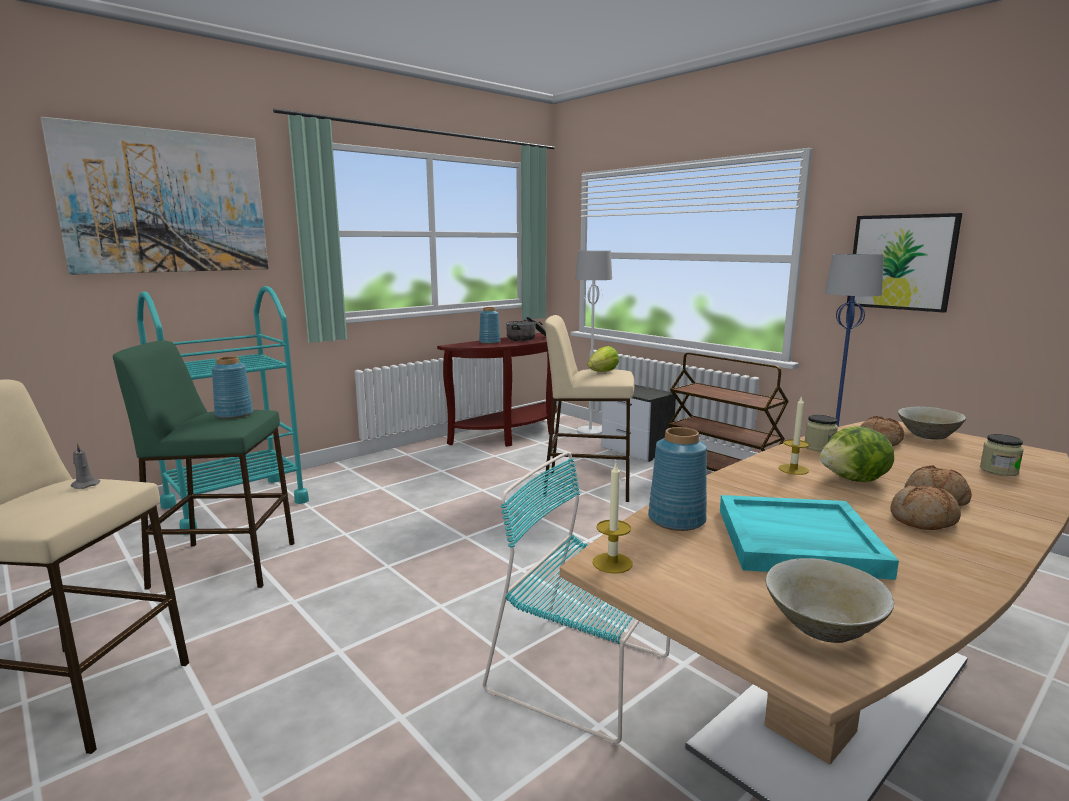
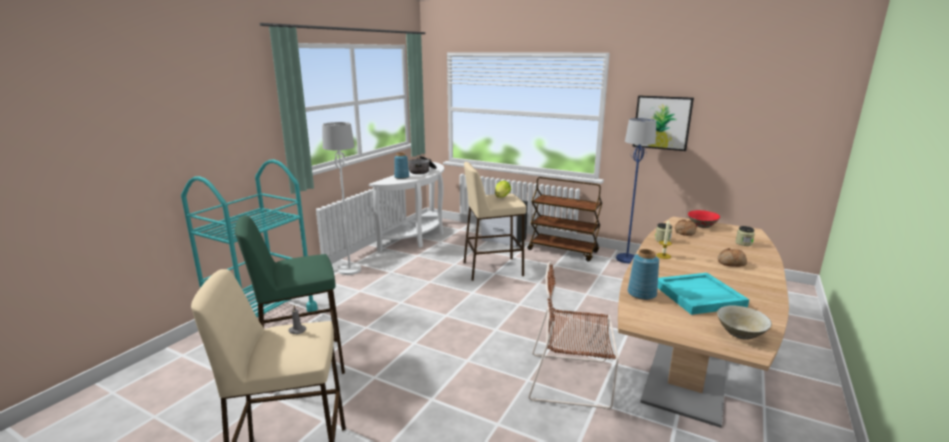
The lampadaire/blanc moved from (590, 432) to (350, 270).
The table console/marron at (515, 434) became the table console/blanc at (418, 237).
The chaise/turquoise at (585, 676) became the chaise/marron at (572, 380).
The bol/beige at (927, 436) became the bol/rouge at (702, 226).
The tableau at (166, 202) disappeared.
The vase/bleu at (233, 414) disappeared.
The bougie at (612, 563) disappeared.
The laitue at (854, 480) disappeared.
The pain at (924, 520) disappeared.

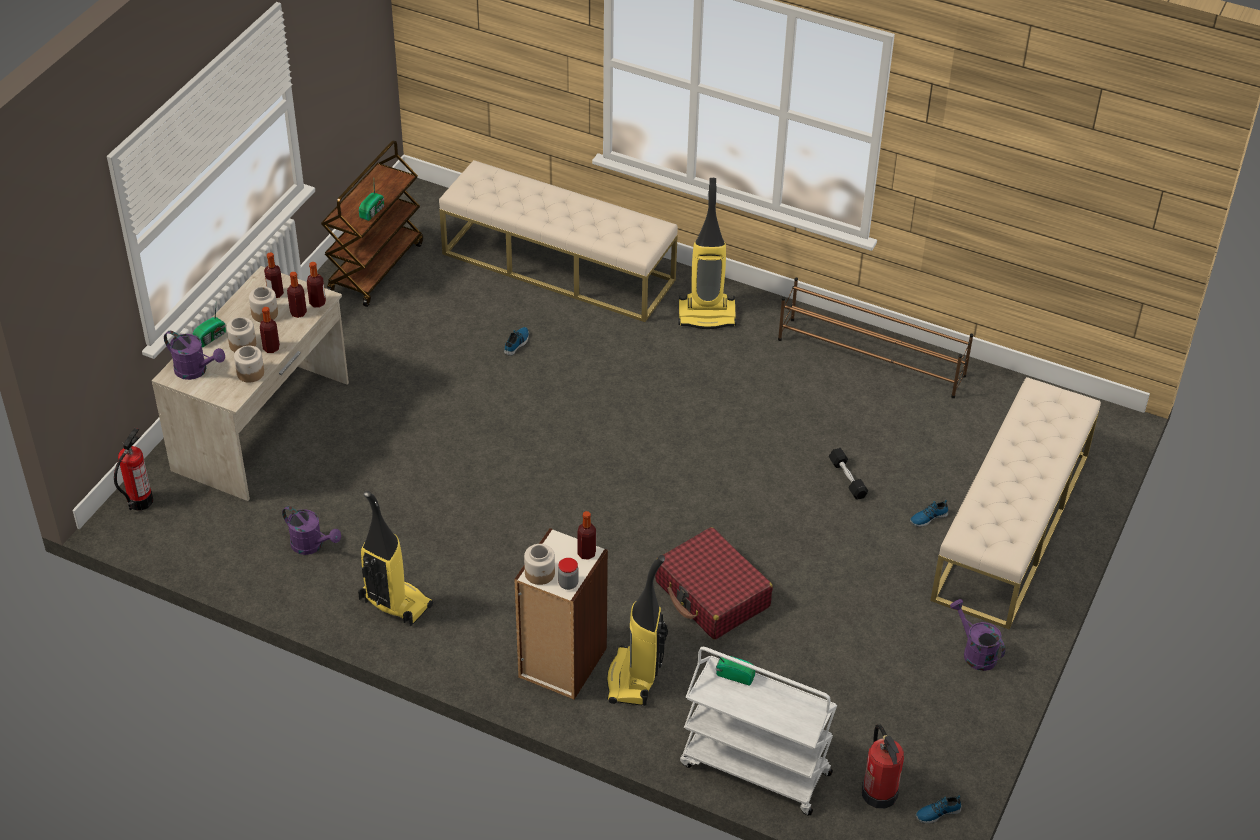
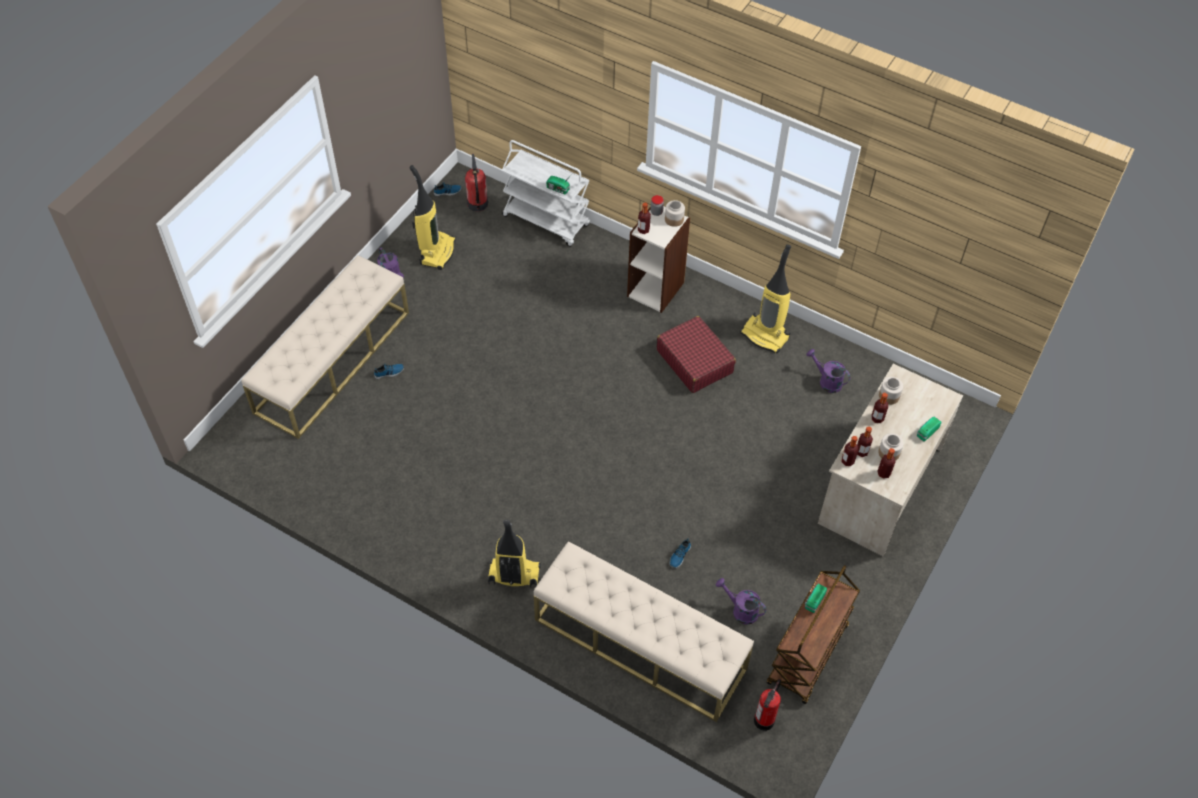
The aspirateur moved from (634, 679) to (436, 252).
The valise/rouge moved from (712, 594) to (694, 361).
The arrosoir/violet moved from (196, 371) to (740, 610).
The extincteur moved from (140, 501) to (764, 720).
The bocal at (243, 344) disappeared.
The étagère à chaussures/marron at (871, 358) disappeared.
The haltère/noir at (847, 479) disappeared.

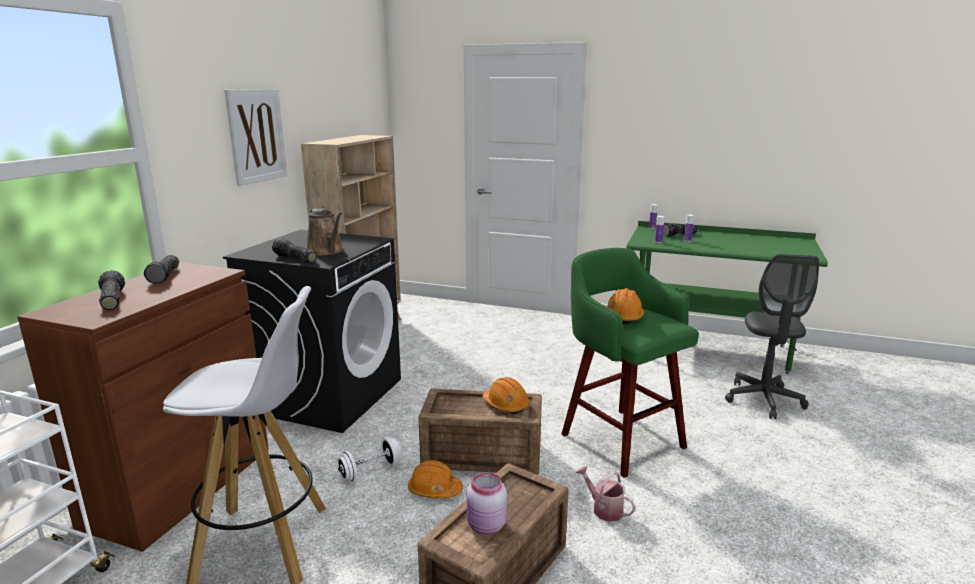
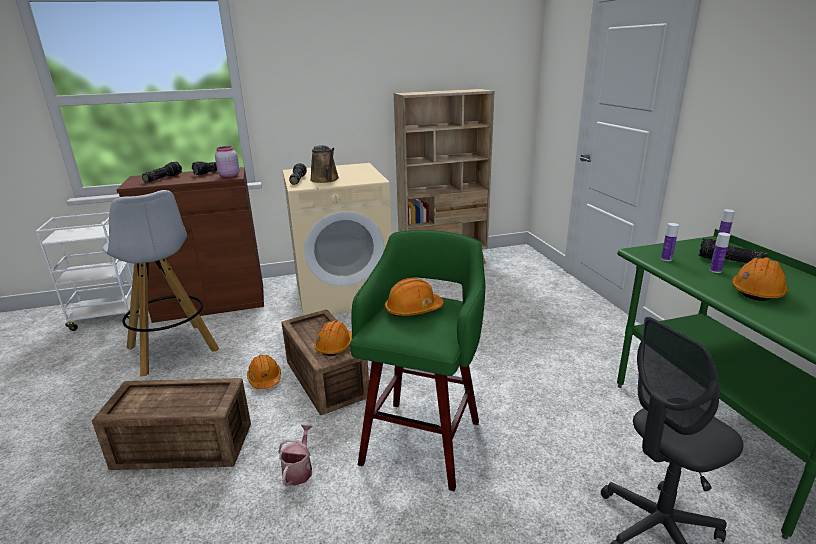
The bocal/rose moved from (486, 526) to (228, 176).
The lave-linge/noir at (328, 395) became the lave-linge/beige at (343, 292).
The arrosoir/marron at (326, 251) turned 45 degrees counterclockwise.
The casque de chantier/orange at (757, 291) appeared.
The tableau at (256, 136) disappeared.
The haltère/blanc at (370, 471) disappeared.

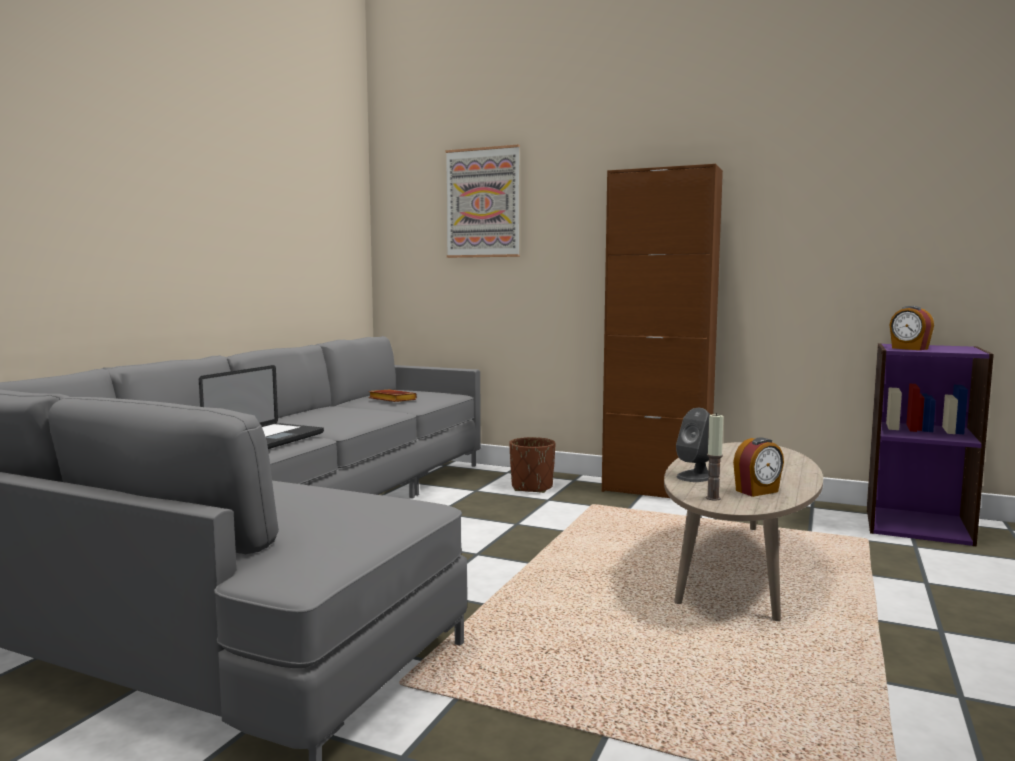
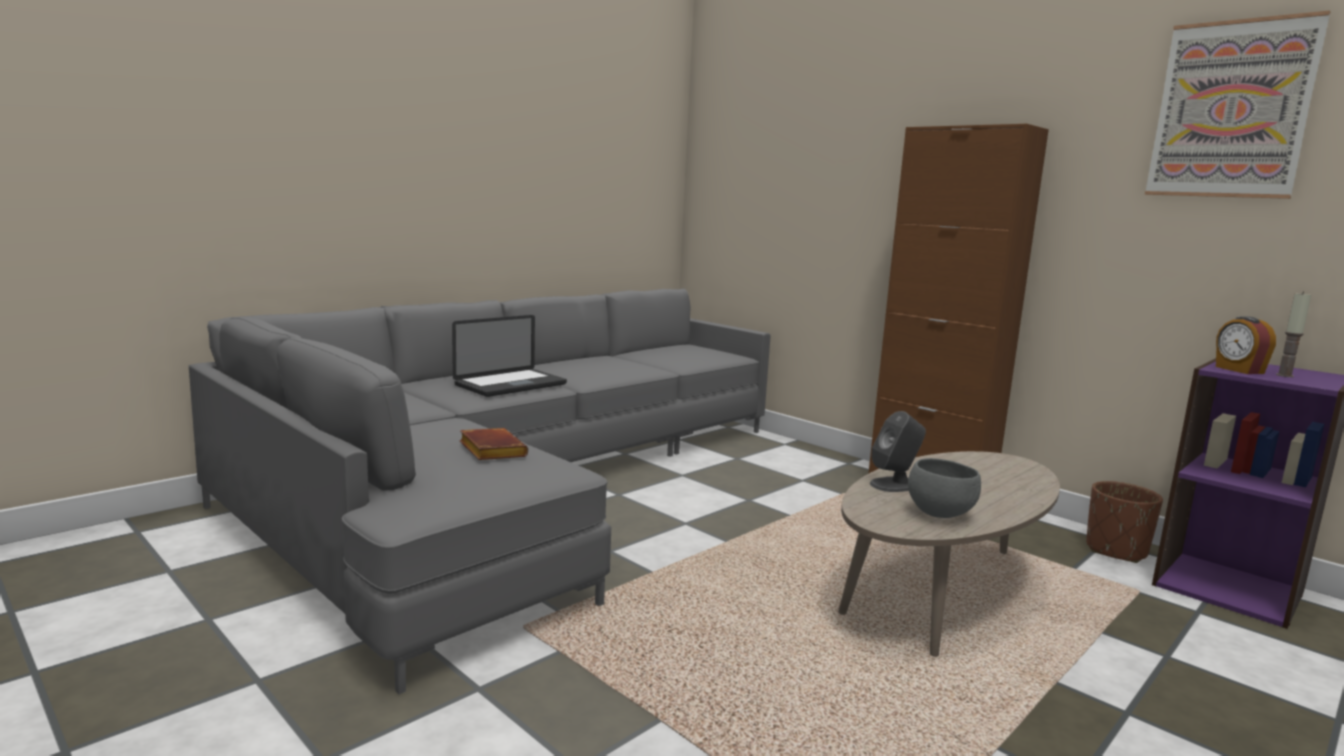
The livre/marron moved from (390, 400) to (490, 450).
The réveil at (757, 491) was replaced by the bol/gris at (940, 513).
The cache-pot/marron moved from (531, 487) to (1115, 550).
The tableau moved from (483, 203) to (1231, 110).
The bougie moved from (713, 498) to (1284, 375).

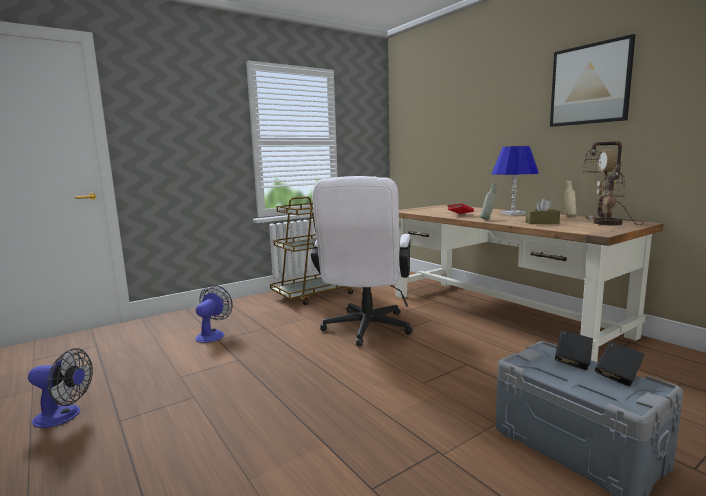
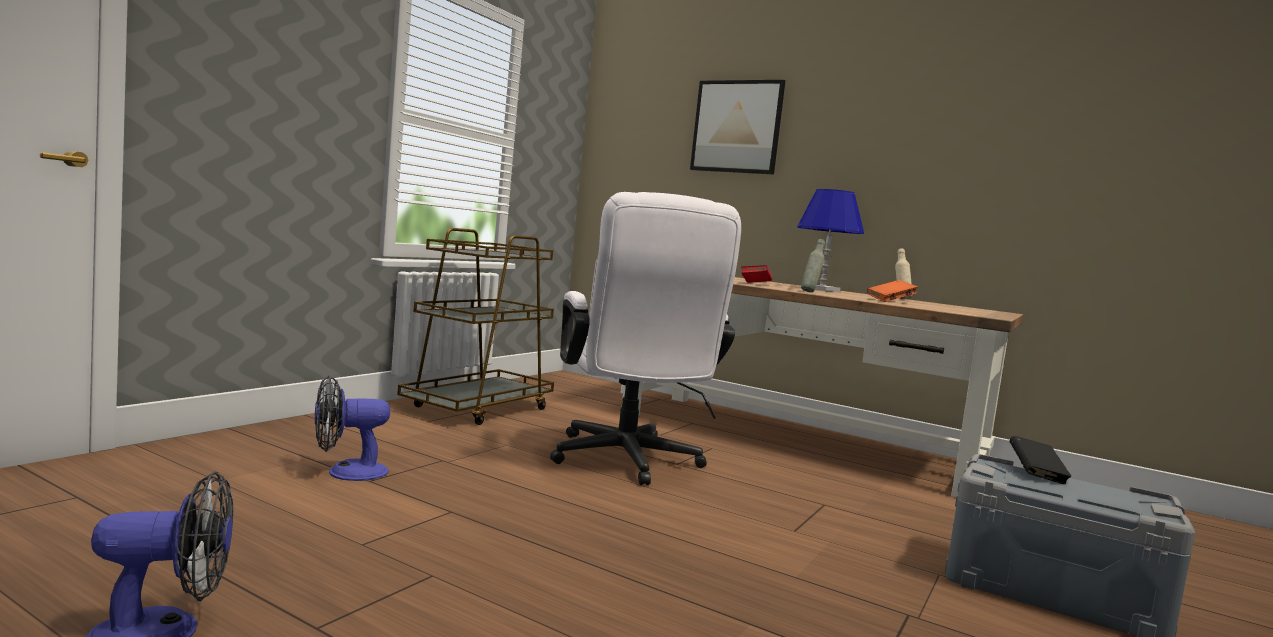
The ventilateur at (212, 334) turned 105 degrees counterclockwise.
The tableau moved from (590, 84) to (737, 127).
The boîte à mouchoirs/marron at (542, 222) was replaced by the livre/orange at (890, 301).
The lampe de table at (607, 224) disappeared.
The livre/noir at (618, 374) disappeared.

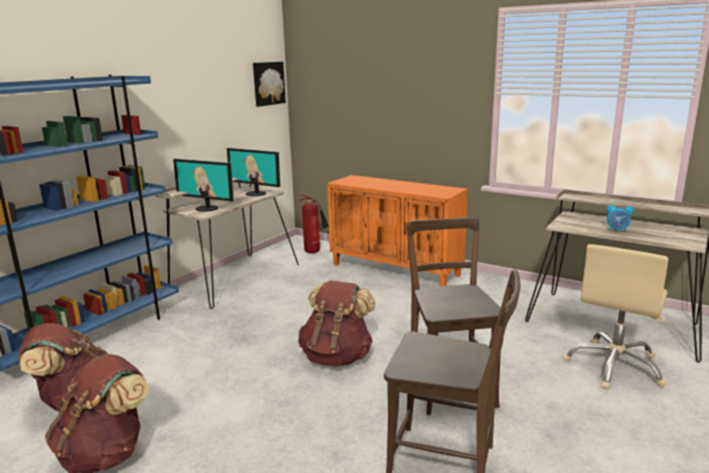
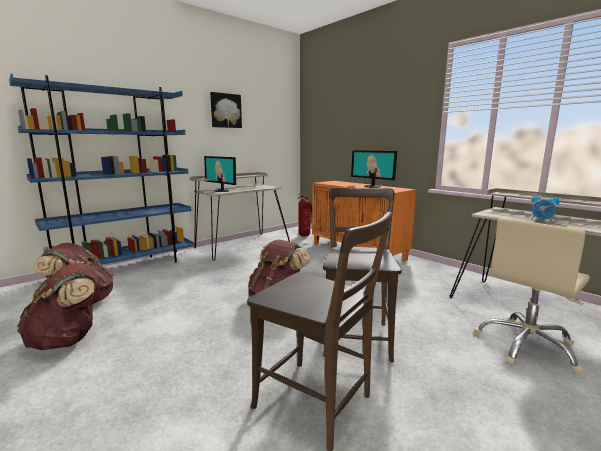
The tableau moved from (268, 83) to (225, 110).
The écran d'ordinateur moved from (256, 193) to (372, 186).

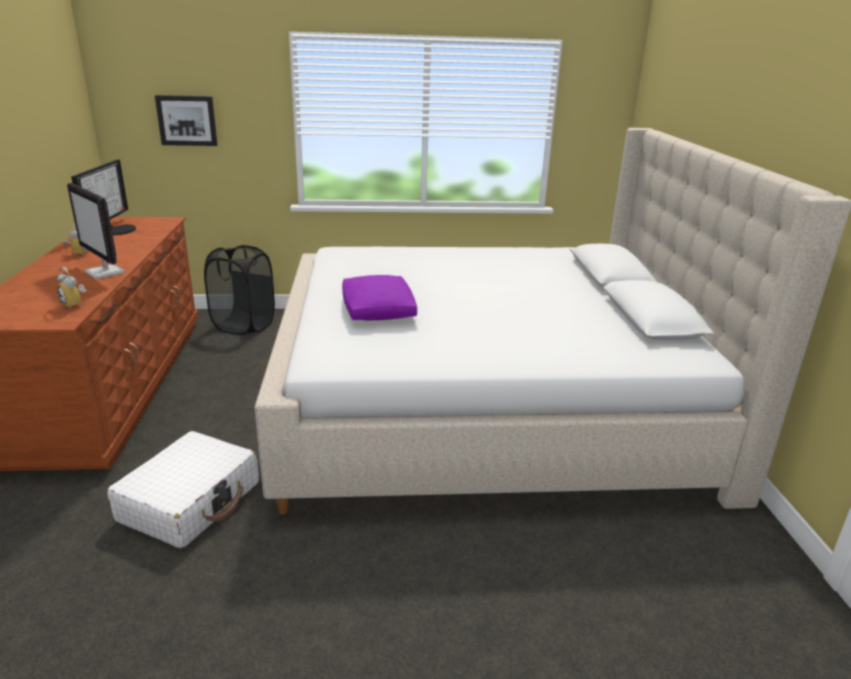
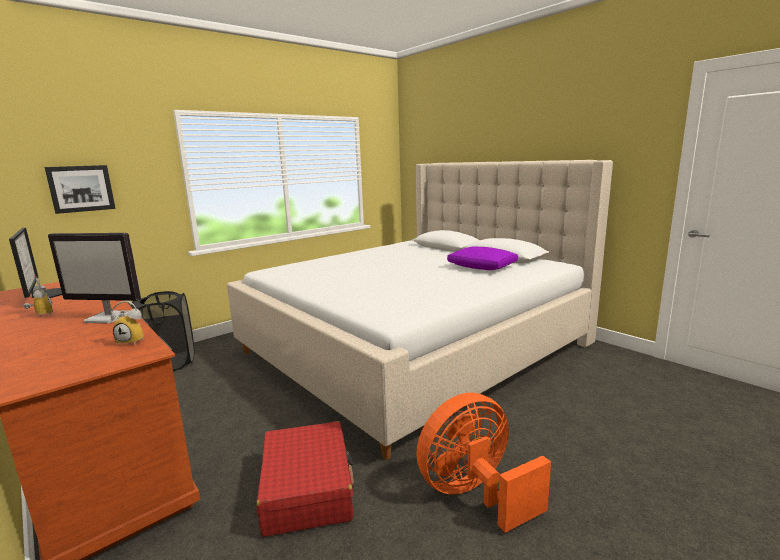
The valise/blanc at (191, 502) became the valise/rouge at (307, 488).
The ventilateur/orange at (475, 494) appeared.
The coussin/violet moved from (378, 310) to (482, 267).

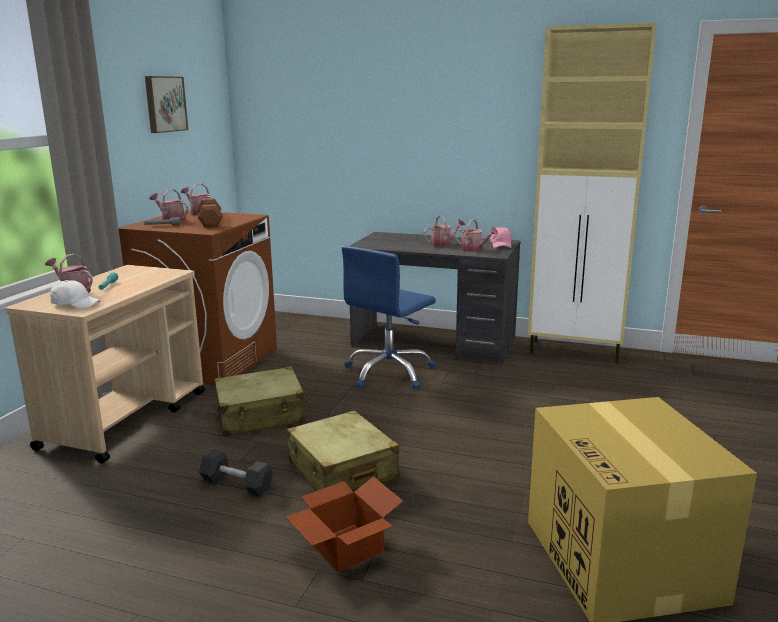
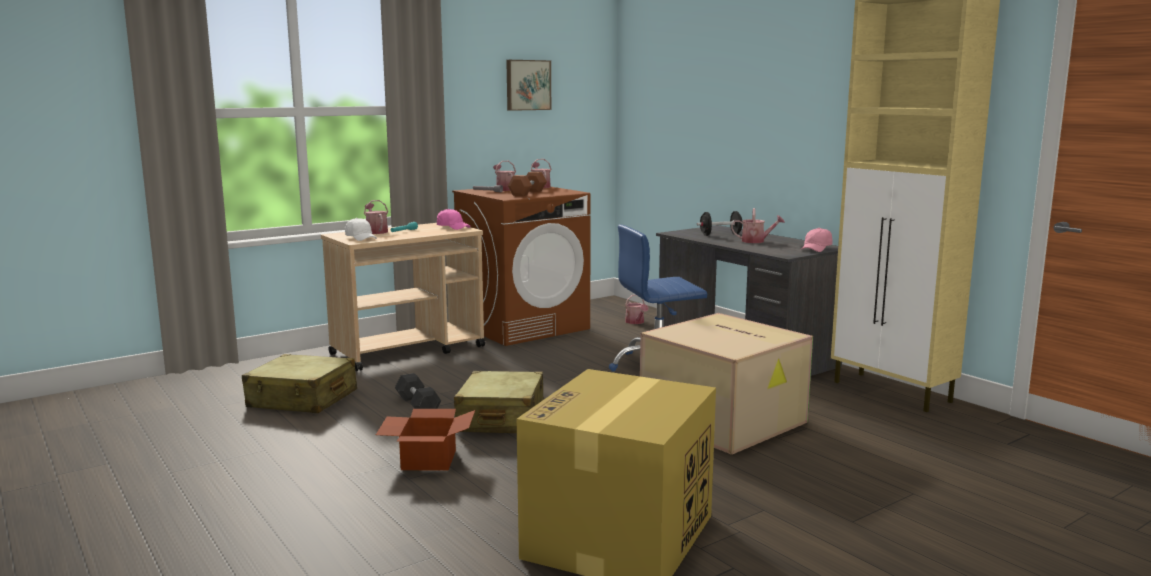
The valise/beige moved from (261, 415) to (302, 399).
The casquette/rose at (453, 227) appeared.
The arrosoir moved from (474, 249) to (636, 322).
The carton at (725, 420) appeared.
The haltère/noir at (720, 235) appeared.

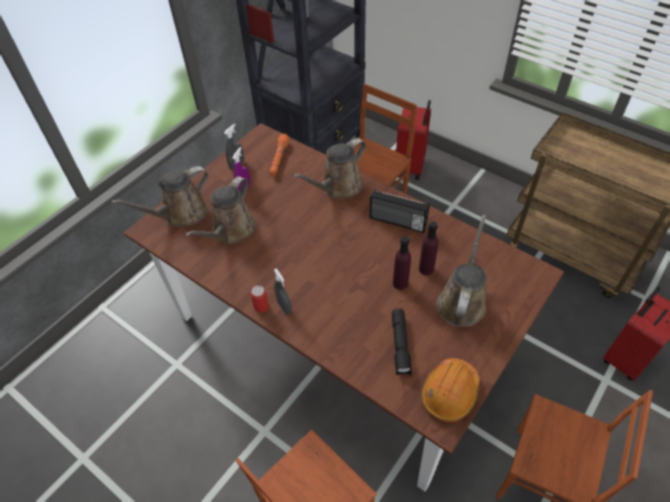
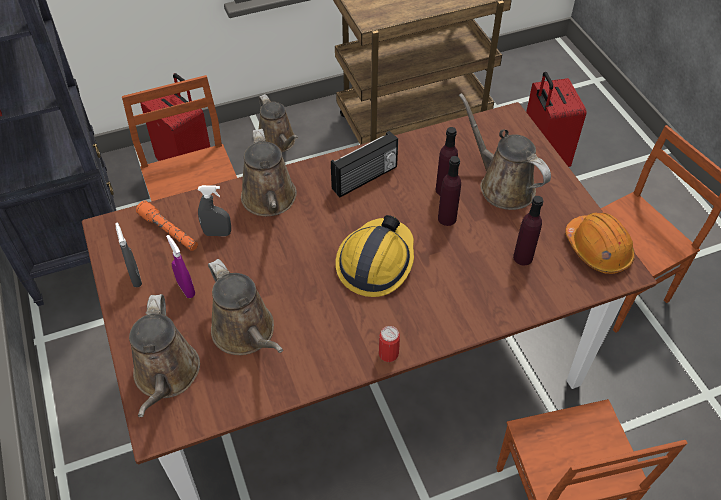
The vaporisateur/gris moved from (284, 307) to (217, 233).
The arrosoir/marron at (278, 142) appeared.
The casque de chantier at (376, 262) appeared.
The lampe de poche/noir at (401, 345) was replaced by the bouteille/violet at (523, 257).

